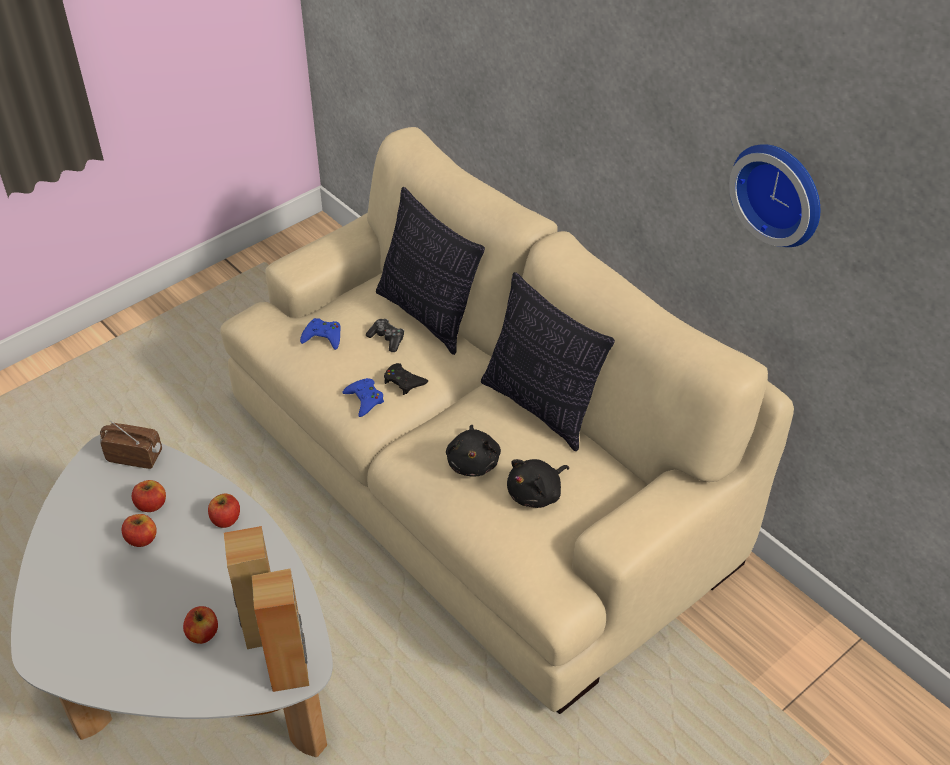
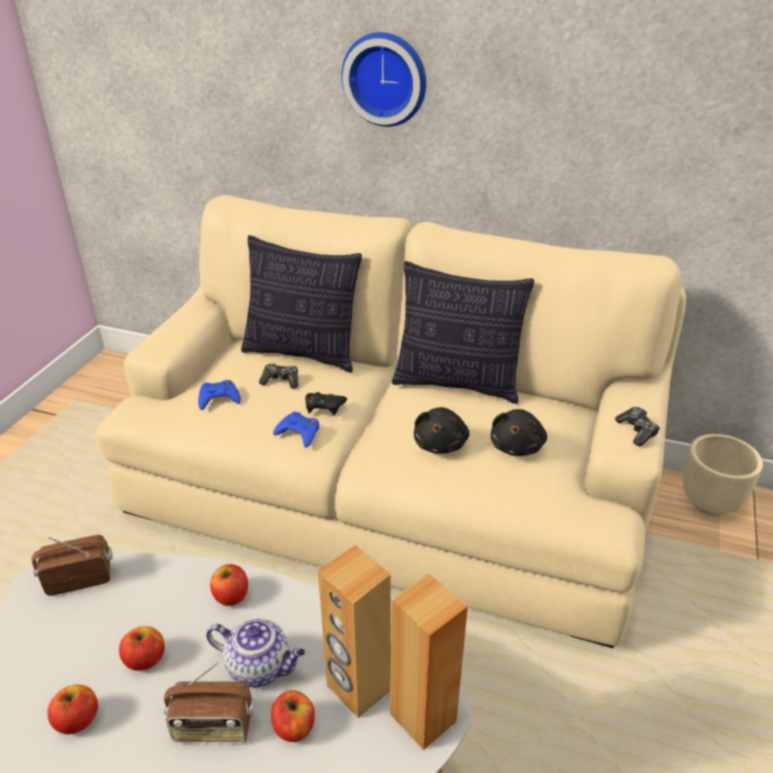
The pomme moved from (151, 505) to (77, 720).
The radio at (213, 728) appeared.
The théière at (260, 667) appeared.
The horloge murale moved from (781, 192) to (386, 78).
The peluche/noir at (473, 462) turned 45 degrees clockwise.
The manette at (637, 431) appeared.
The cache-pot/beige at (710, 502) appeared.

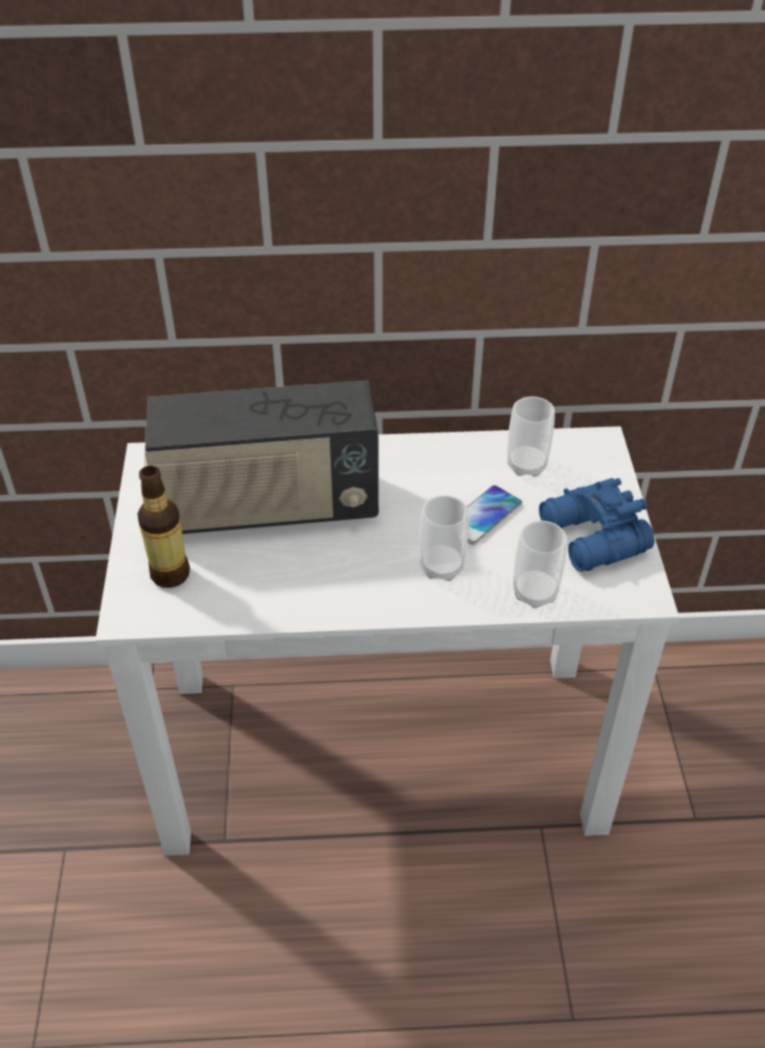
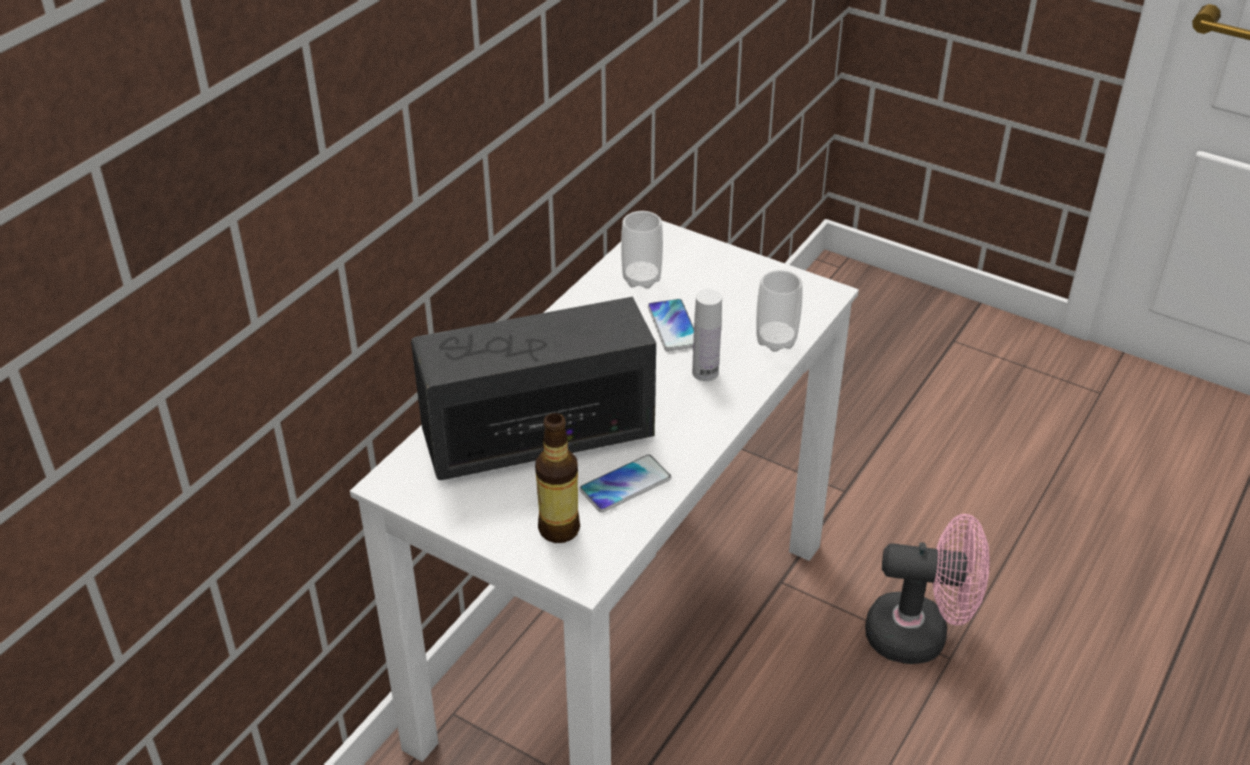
The radio at (268, 508) turned 135 degrees counterclockwise.
The téléphone at (625, 484) appeared.
The tasse at (442, 567) was replaced by the bouteille/blanc at (705, 372).
The ventilateur/rose at (920, 635) appeared.
The jumelles/bleu at (592, 539) disappeared.

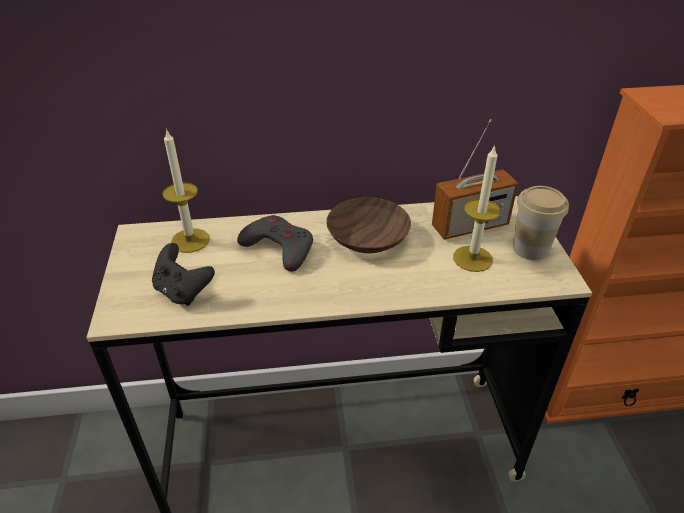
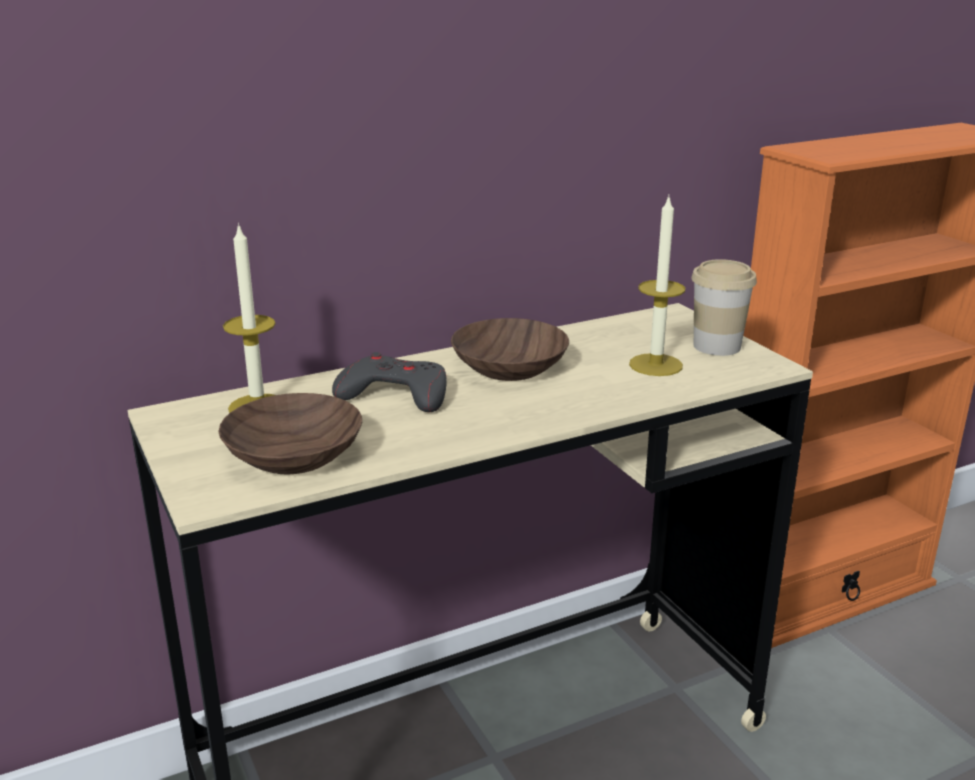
The manette/noir at (183, 291) was replaced by the bol/marron at (290, 456).
The radio at (470, 226) disappeared.

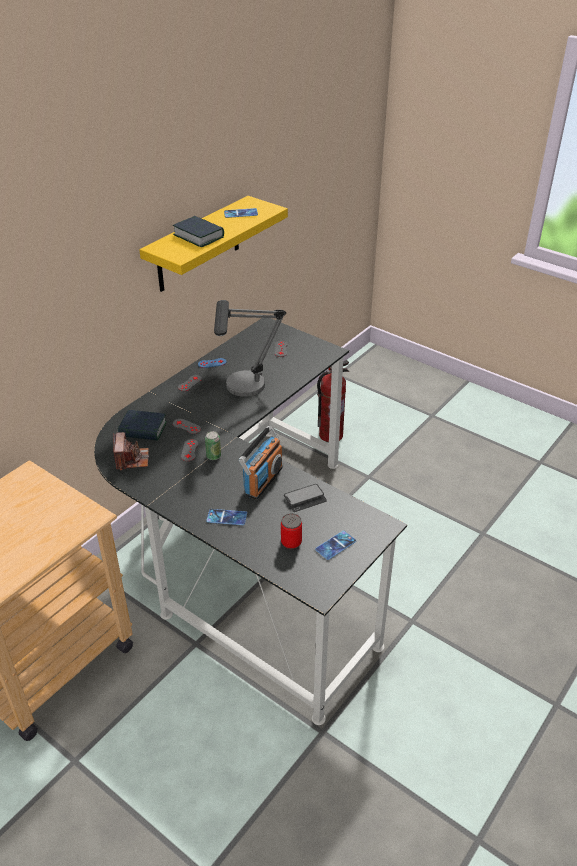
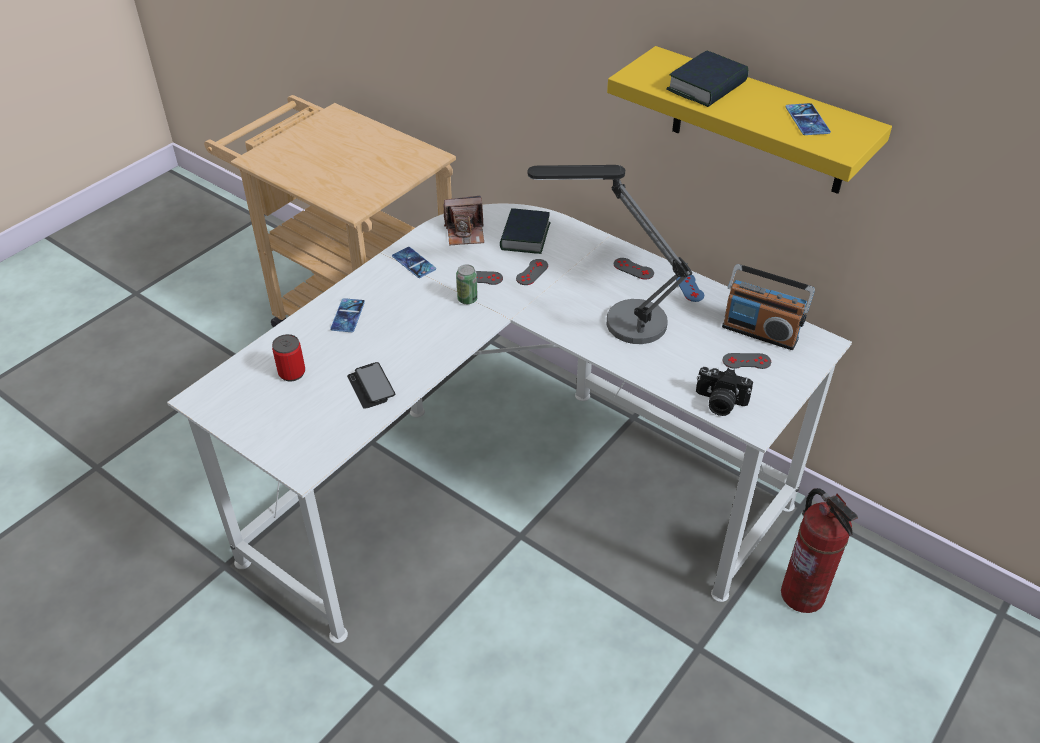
The bureau/noir at (246, 555) became the bureau/blanc at (512, 484).
The téléphone moved from (335, 545) to (414, 263).
The appareil photo at (719, 403) appeared.
The radio moved from (263, 481) to (760, 332).

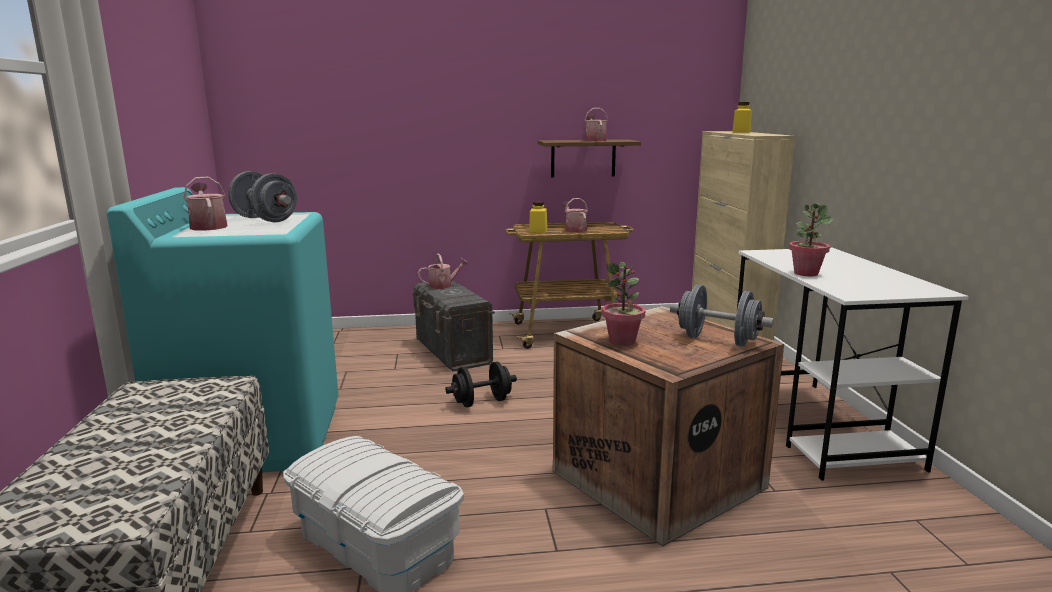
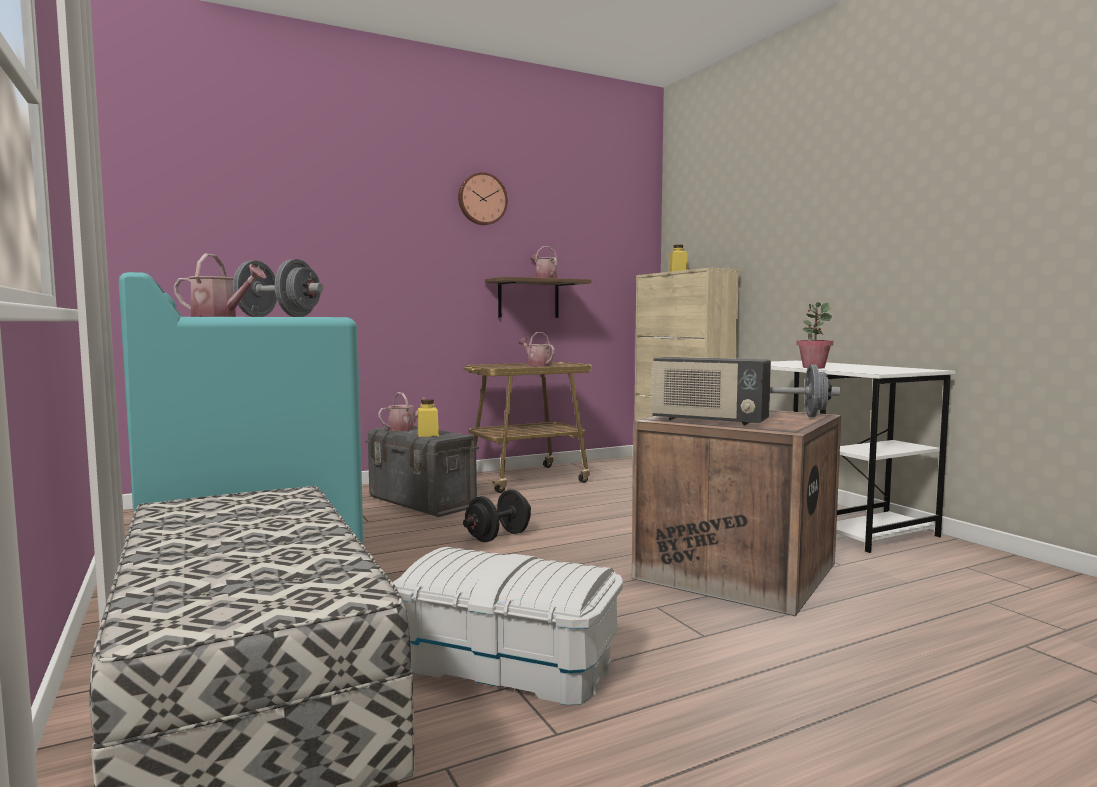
The arrosoir at (208, 226) turned 150 degrees clockwise.
The bocal/jaune moved from (538, 231) to (428, 434).
The horloge murale at (482, 199) appeared.
The plante en pot at (622, 341) was replaced by the radio at (708, 421).

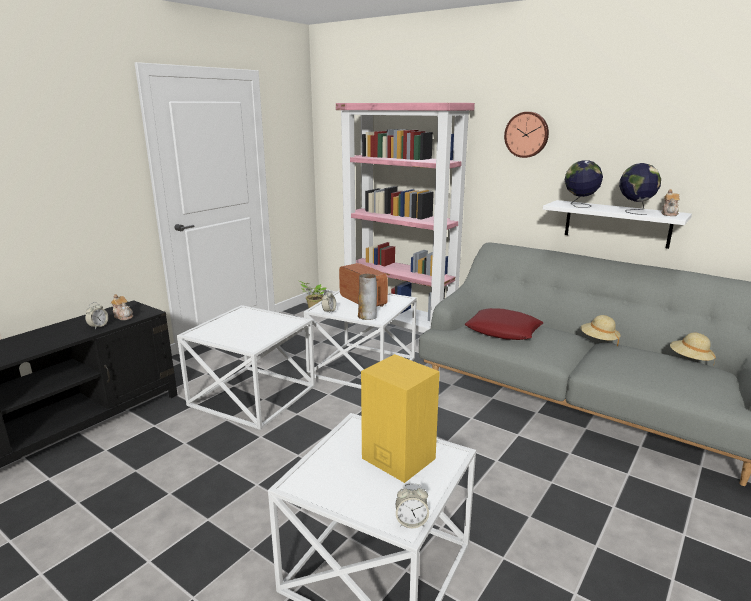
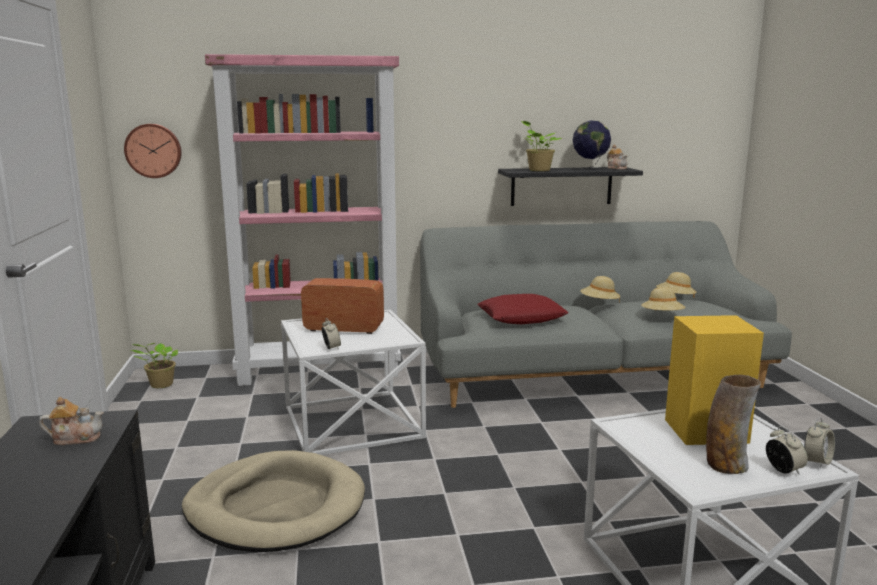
The horloge murale moved from (527, 134) to (153, 150).
The table d'appoint/blanc at (253, 395) was replaced by the panier pour chien/beige at (275, 507).
The étagère/blanc at (617, 223) became the étagère/noir at (561, 186).
The globe at (579, 206) was replaced by the plante en pot at (538, 170).
The chapeau/beige at (662, 316) appeared.
The vase moved from (367, 316) to (726, 465).
The réveil moved from (98, 326) to (783, 470).

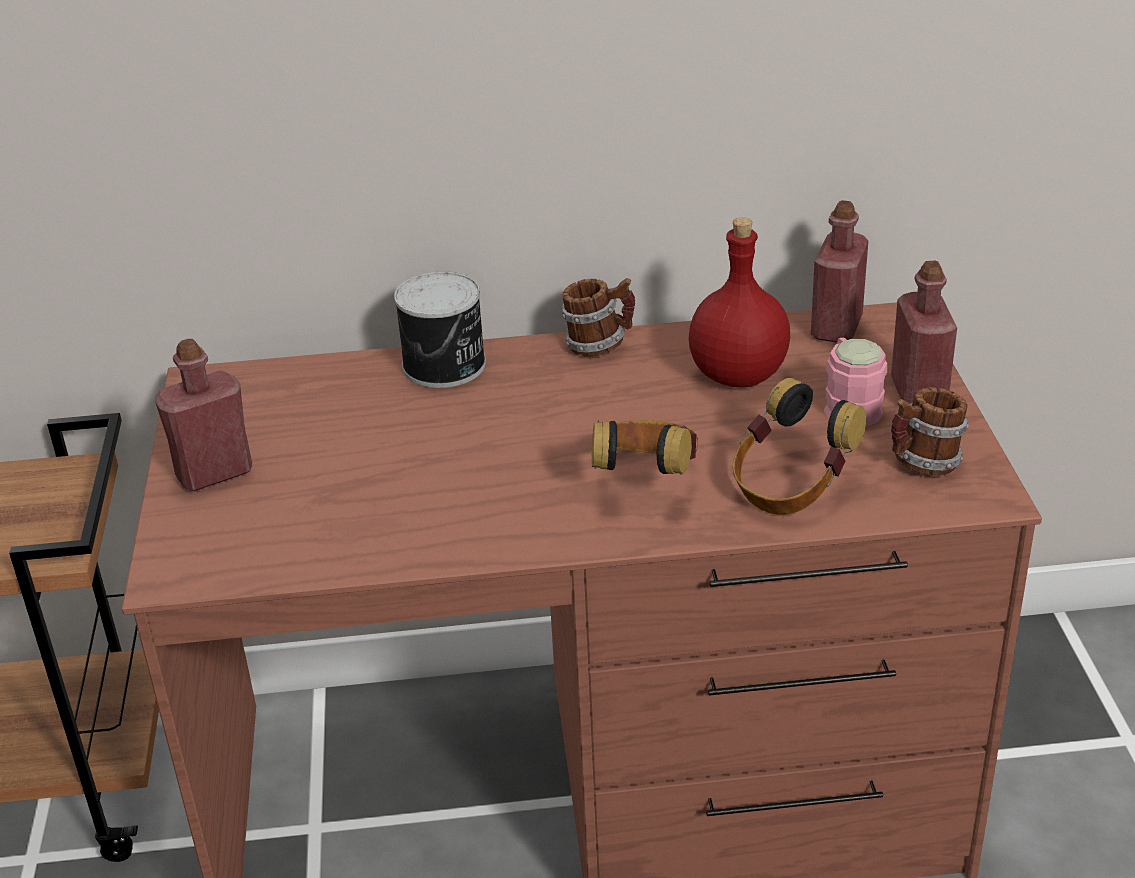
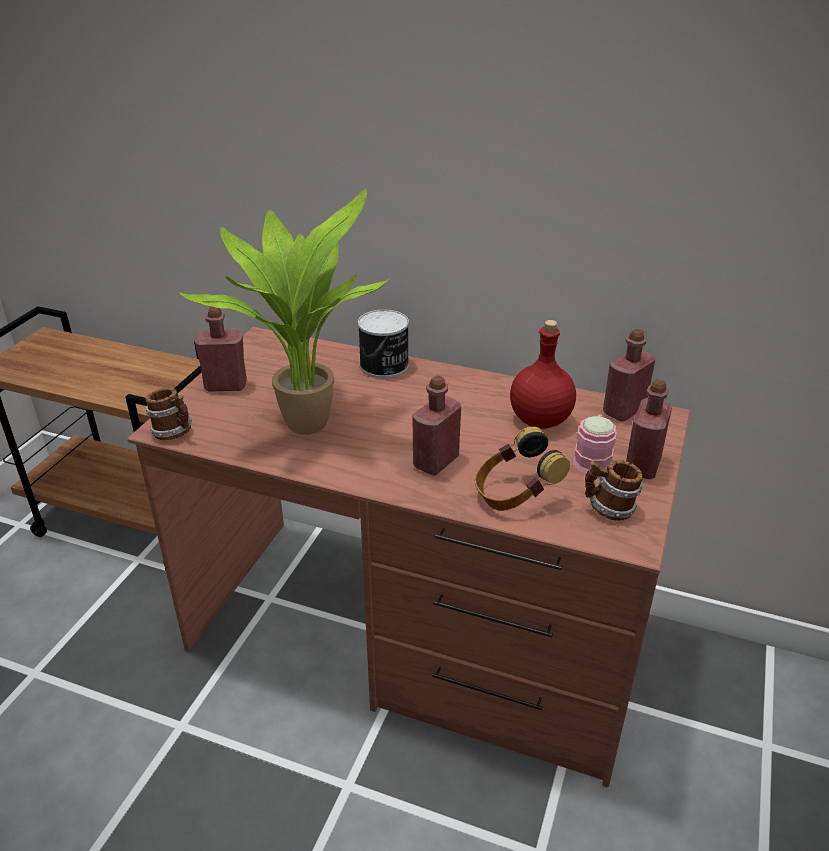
The mug moved from (599, 345) to (174, 433).
The plante en pot at (305, 421) appeared.
The casque audio at (645, 479) was replaced by the bouteille/rouge at (436, 462).

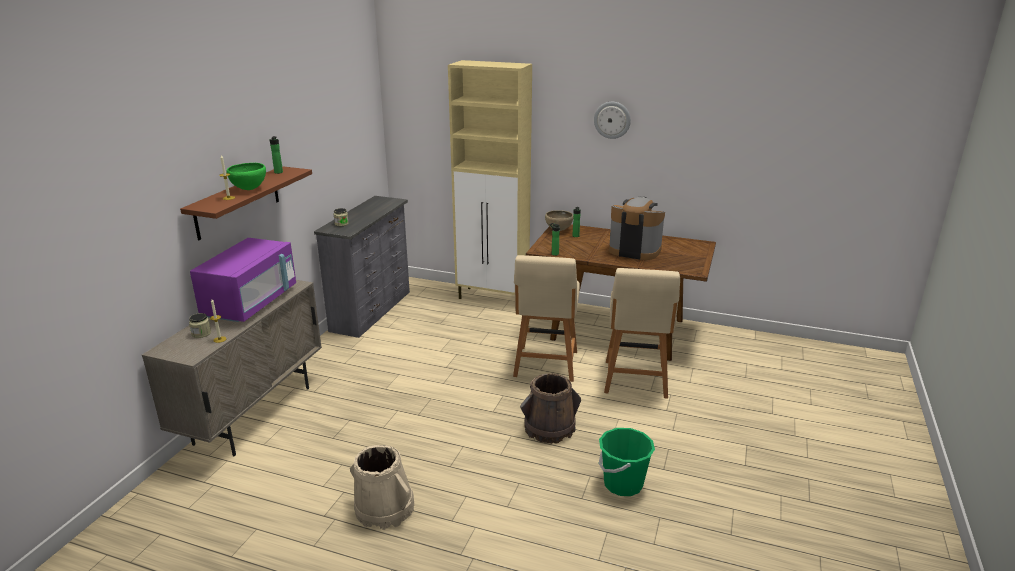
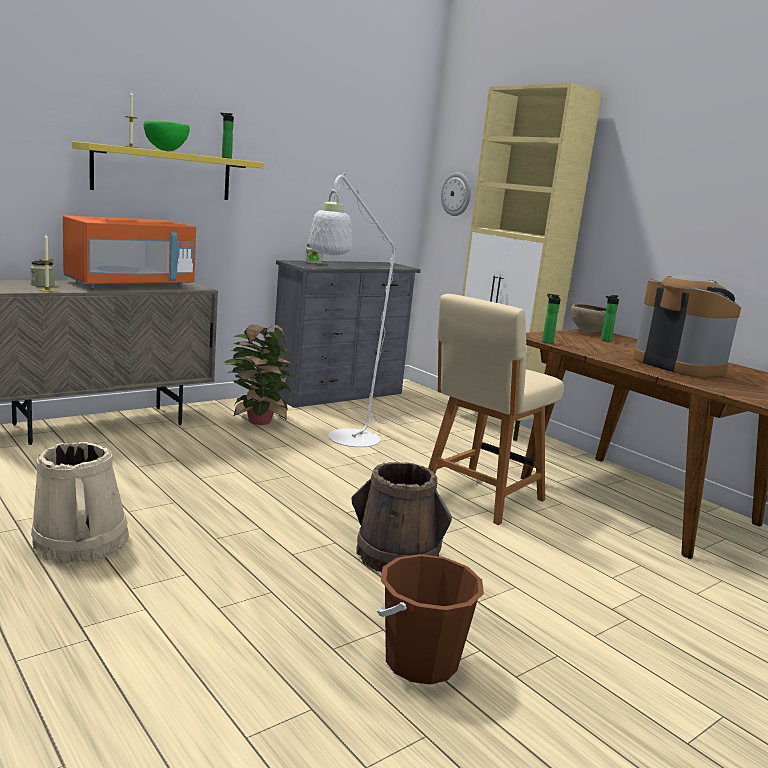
The micro-ondes/violet at (251, 303) became the micro-ondes/orange at (130, 285).
The étagère/marron at (238, 202) became the étagère/jaune at (163, 173).
The plante en pot at (257, 422) appeared.
The lampadaire/blanc at (347, 441) appeared.
The seau/vert at (622, 484) became the seau/marron at (421, 662).
The horloge murale moved from (612, 120) to (456, 194).
The chaise/beige at (635, 381) disappeared.

